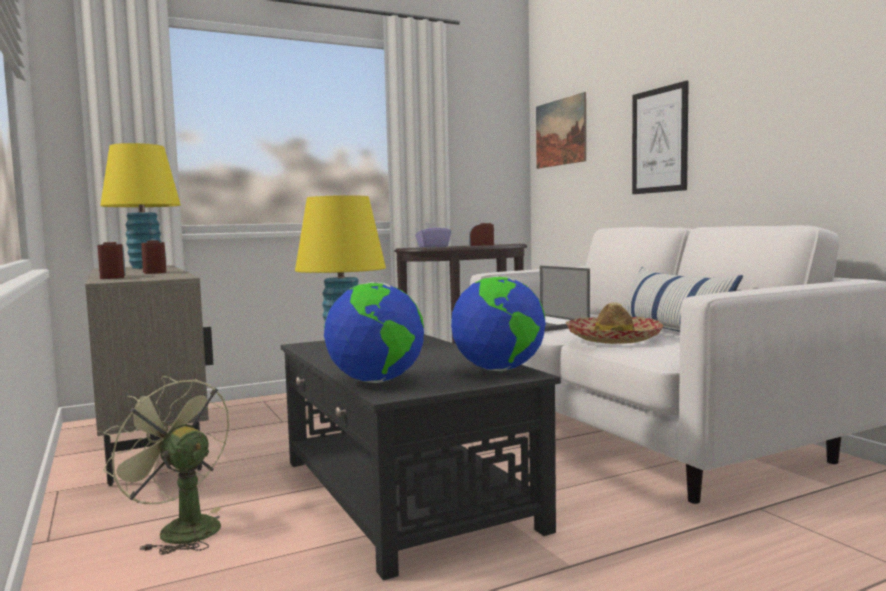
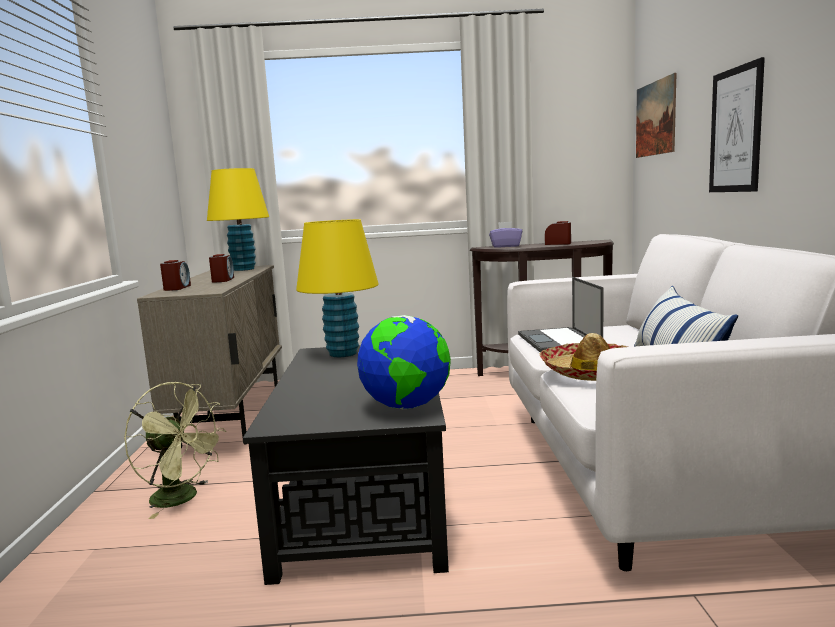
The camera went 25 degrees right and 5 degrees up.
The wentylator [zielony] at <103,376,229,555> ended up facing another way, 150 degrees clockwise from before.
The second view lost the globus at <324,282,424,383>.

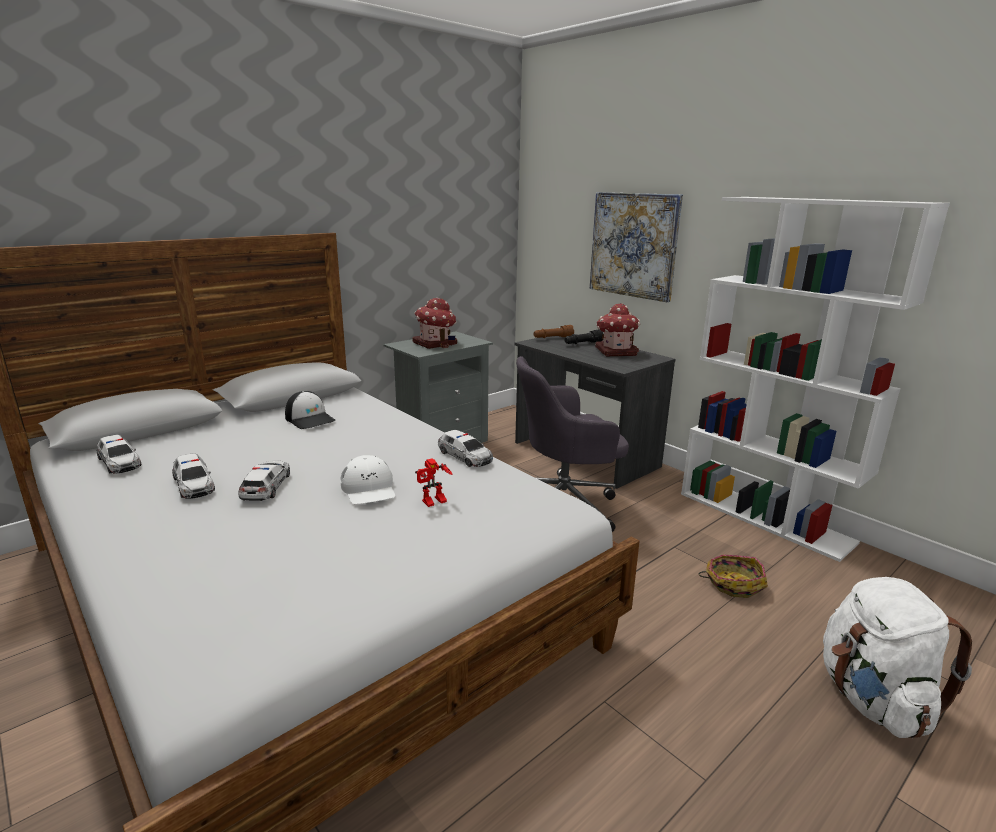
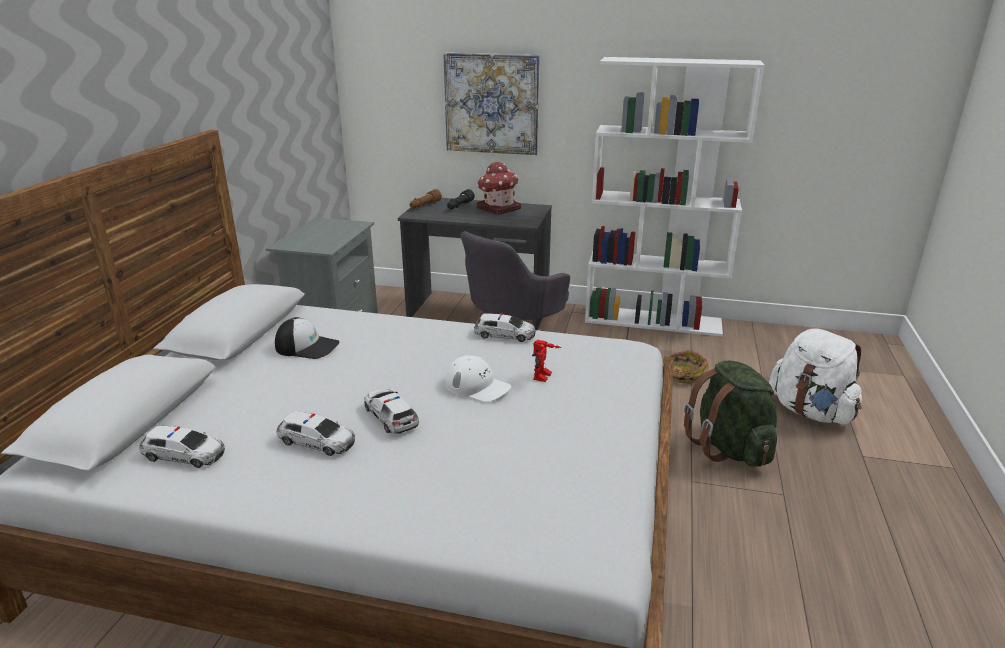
The camera went 35 degrees left and 5 degrees up.
The second view gained the plecak [zielony] at <684,361,777,467>.
The second view lost the domek at <413,298,457,349>.

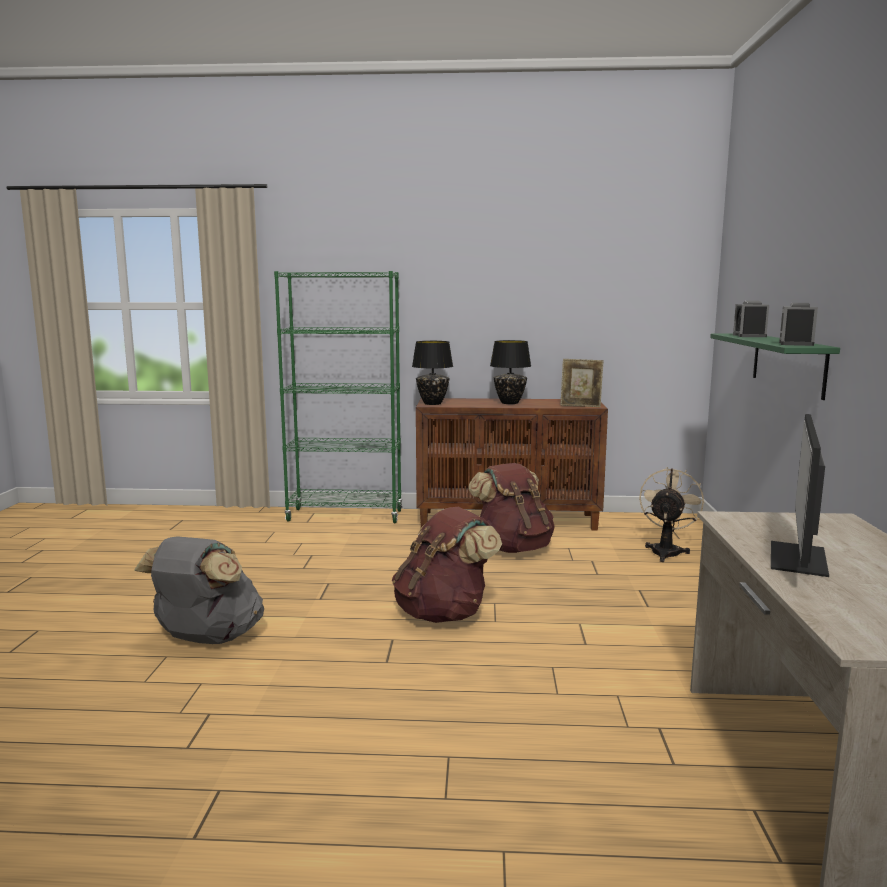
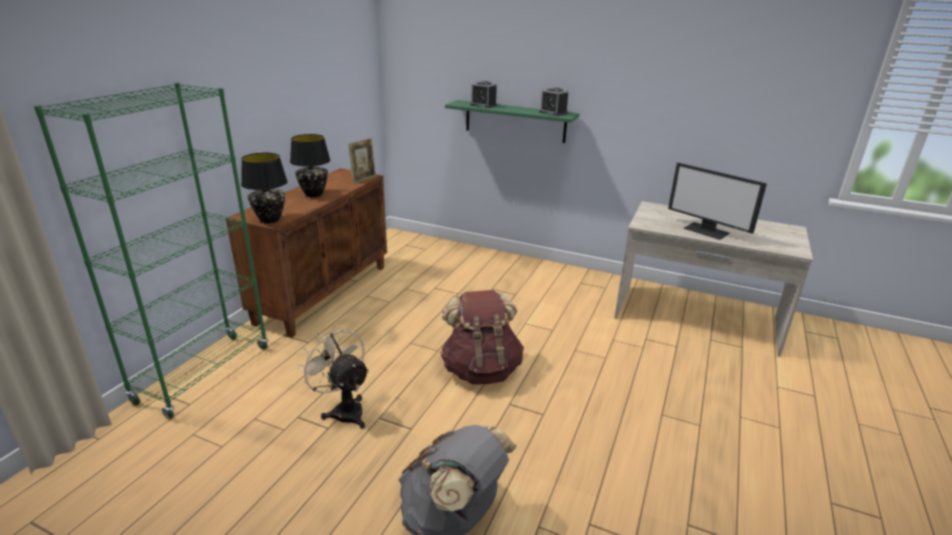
The camera went 70 degrees left and 15 degrees up.
The wentylator [beżowy] ended up elsewhere, having gone from <639,467,705,562> to <297,325,369,429>.
The second view lost the plecak [brązowy] at <468,463,555,553>.

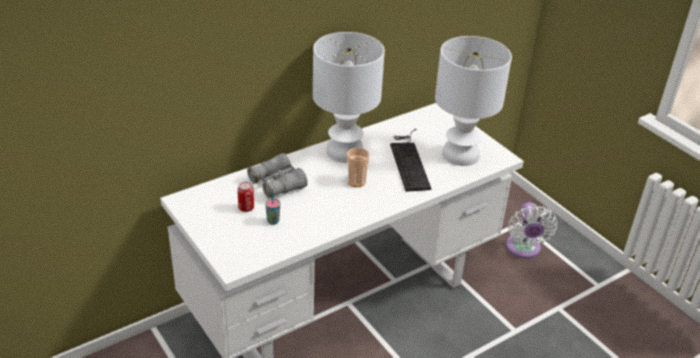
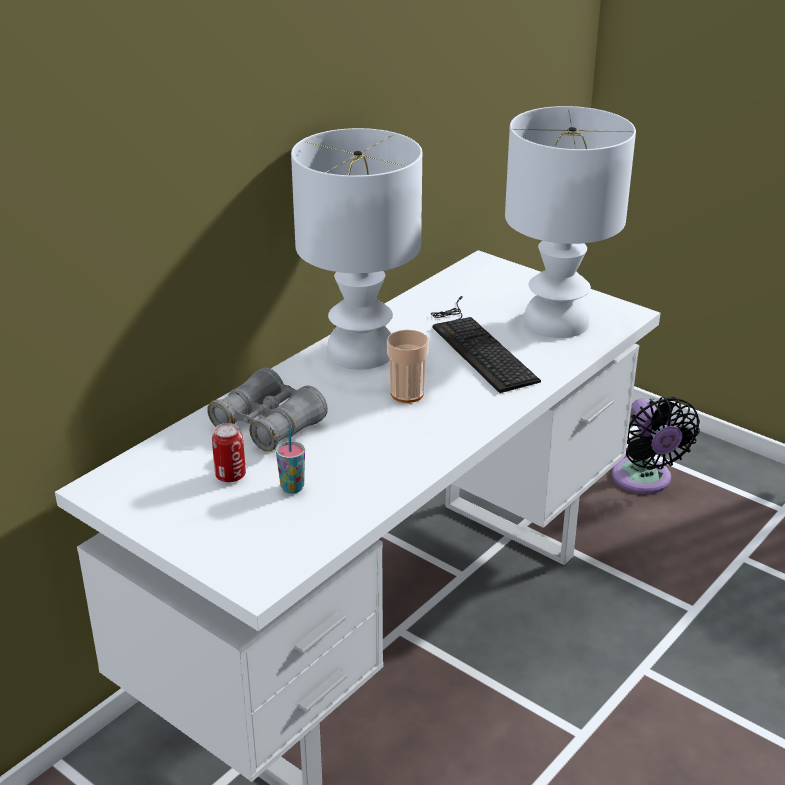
The camera went 15 degrees left and 5 degrees down.
What was the wentylator [biały] at <506,202,558,259> turned into the wentylator [czarny] at <612,397,700,494>.

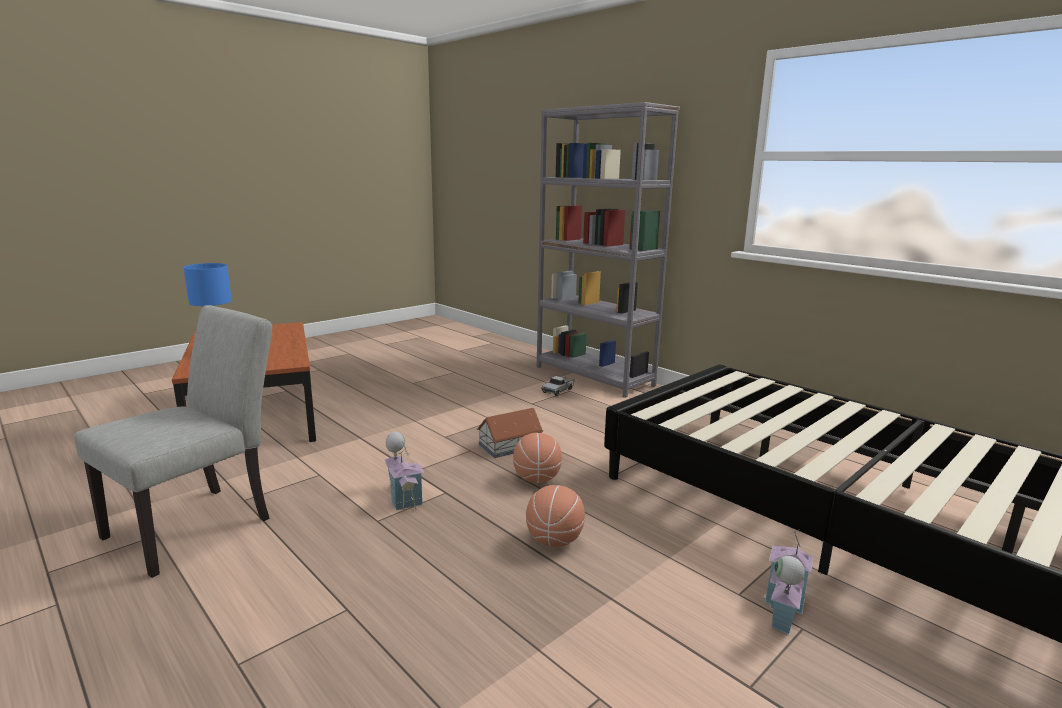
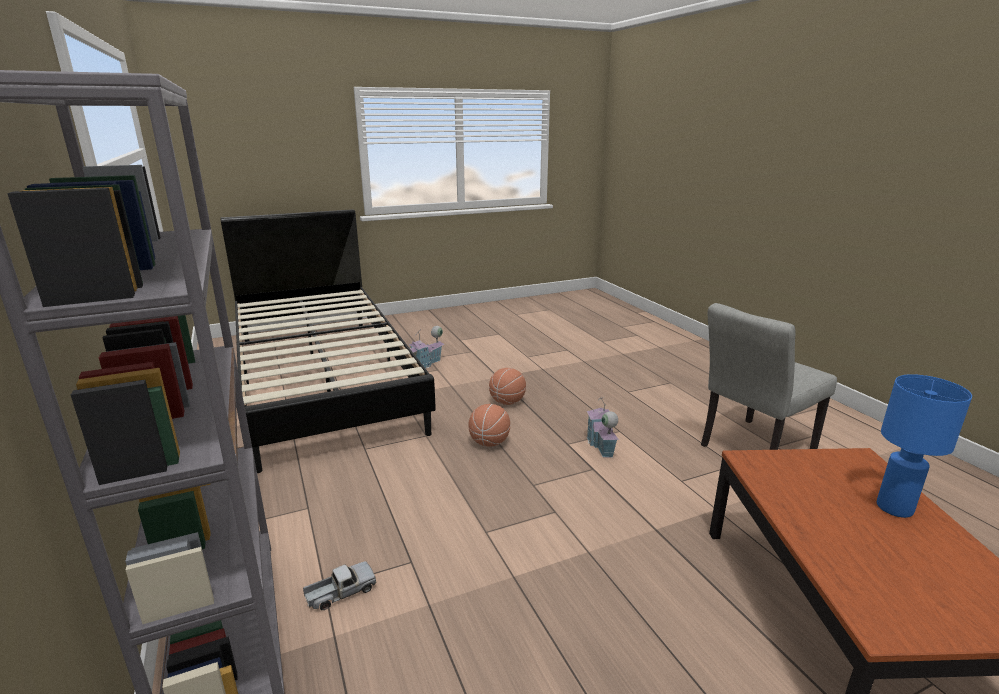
The camera went 160 degrees left and 5 degrees up.
The second view lost the domek at <477,408,543,458>.

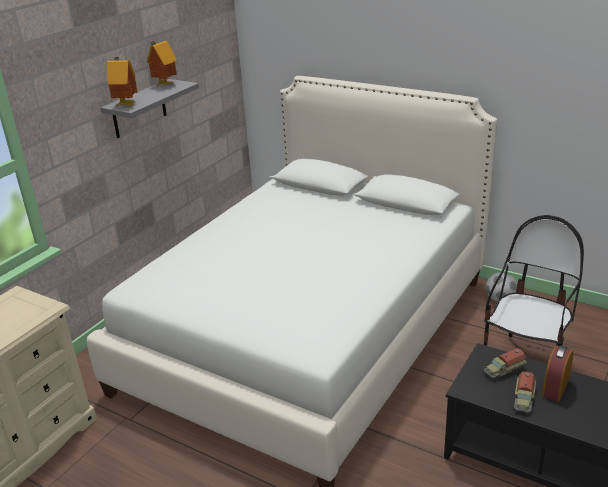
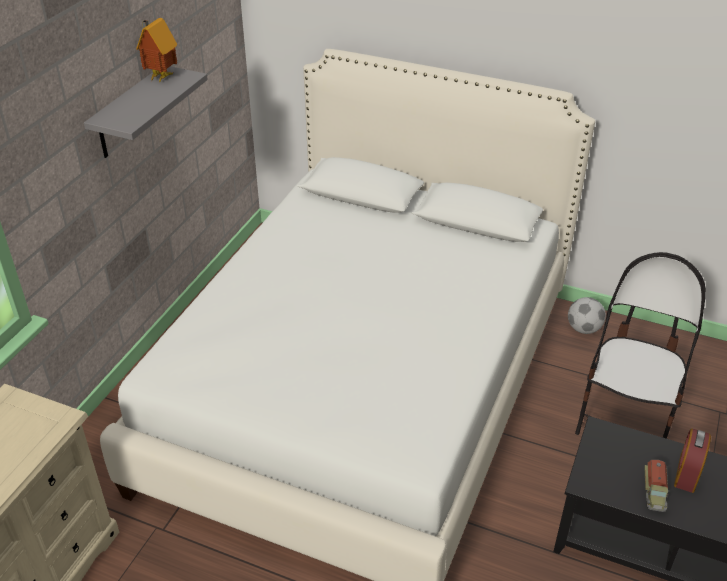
The camera went 10 degrees left and 10 degrees up.
The second view lost the domek at <107,57,138,106>.
The second view lost the ciężarówka zabawkowa at <484,348,527,380>.

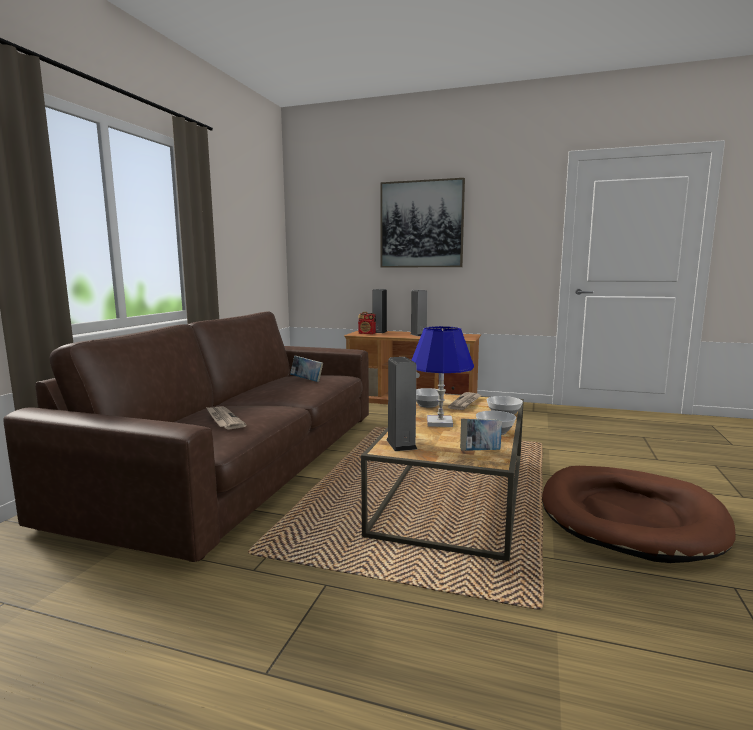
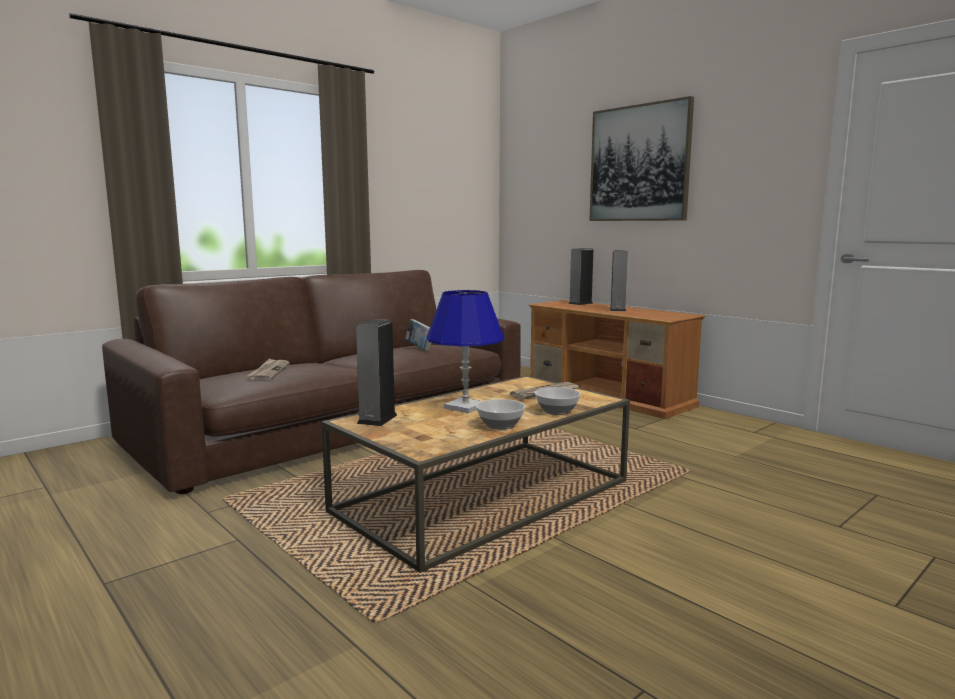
The camera went 30 degrees right and 0 degrees up.
The second view lost the radio at <358,312,376,334>.
The second view lost the miska at <416,388,445,408>.
The second view lost the książka at <460,419,502,451>.
The second view lost the legowisko [brązowy] at <542,466,735,563>.

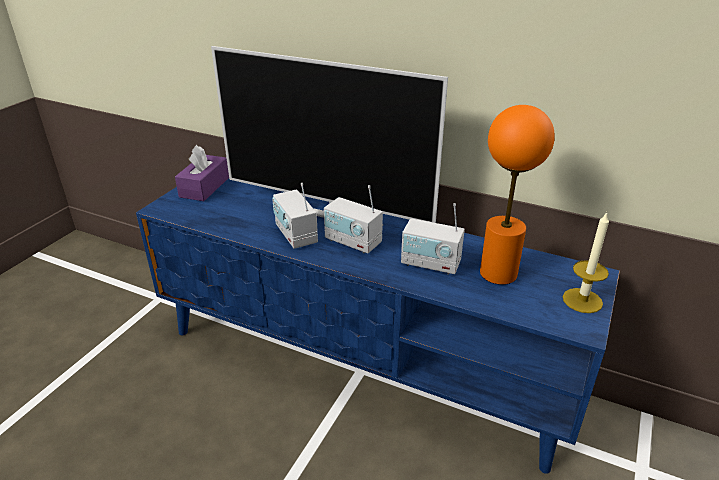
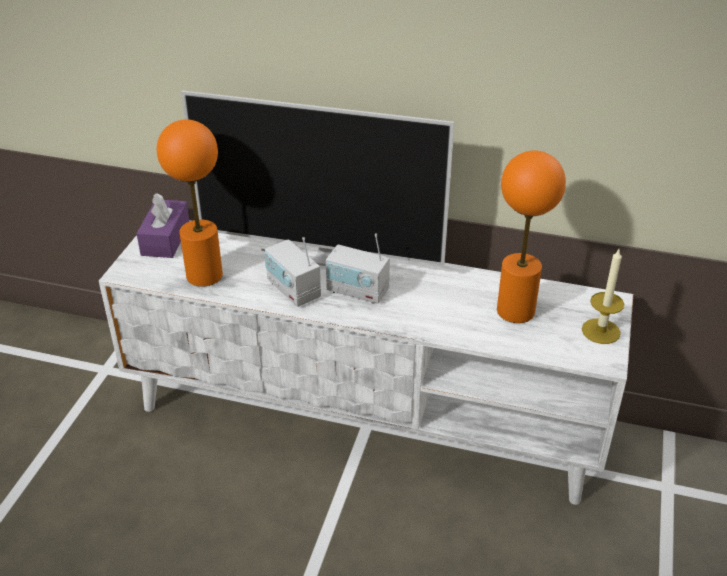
The camera went 10 degrees left and 5 degrees up.
What was the szafka pod telewizor [niebieski] at <136,178,620,474> turned into the szafka pod telewizor [biały] at <99,220,633,505>.
The second view gained the lampa stołowa [pomarańczowy] at <157,119,223,287>.
The second view lost the radio at <401,203,465,275>.

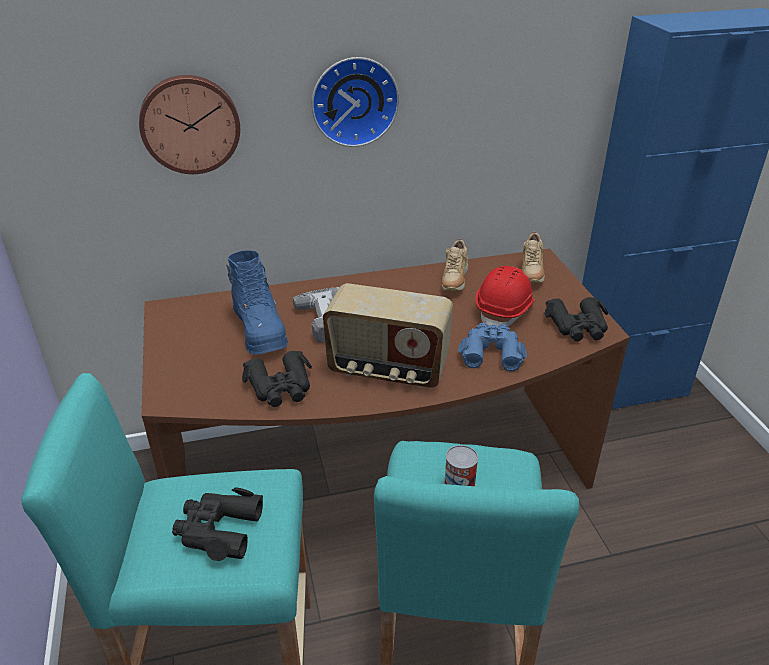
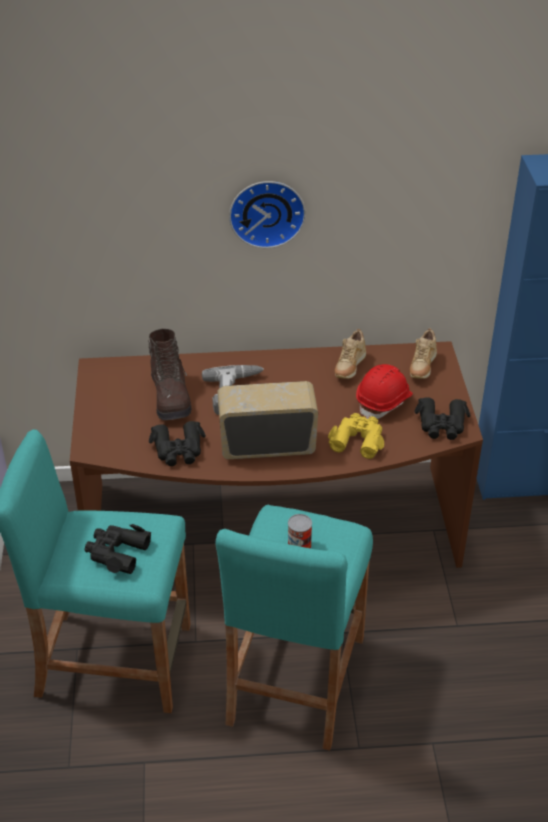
The camera went 10 degrees right and 5 degrees up.
What was the but z cholewką [niebieski] at <226,250,288,355> turned into the but z cholewką [brązowy] at <148,329,192,420>.
The radio at <323,283,453,388> ended up facing another way, 150 degrees clockwise from before.
What was the lornetka [niebieski] at <458,323,527,371> turned into the lornetka [żółty] at <328,413,384,459>.
The second view lost the zegar ścienny at <139,75,240,174>.

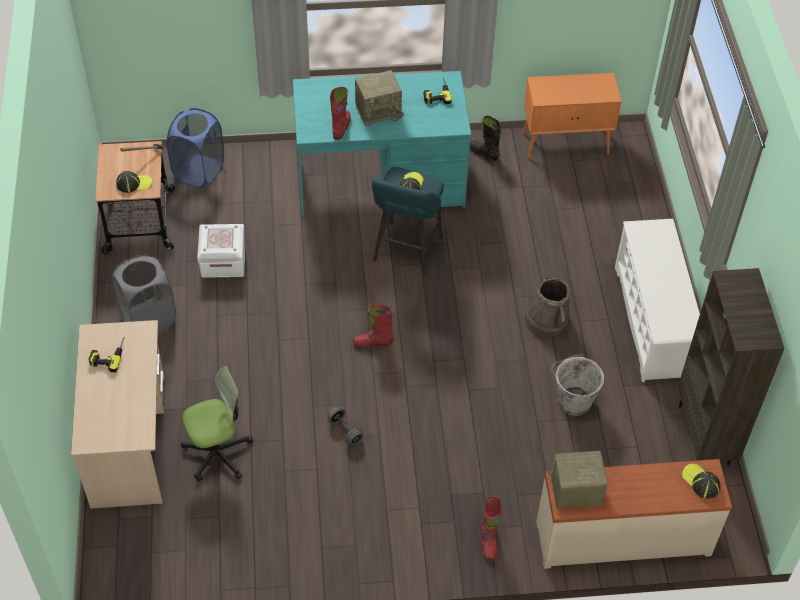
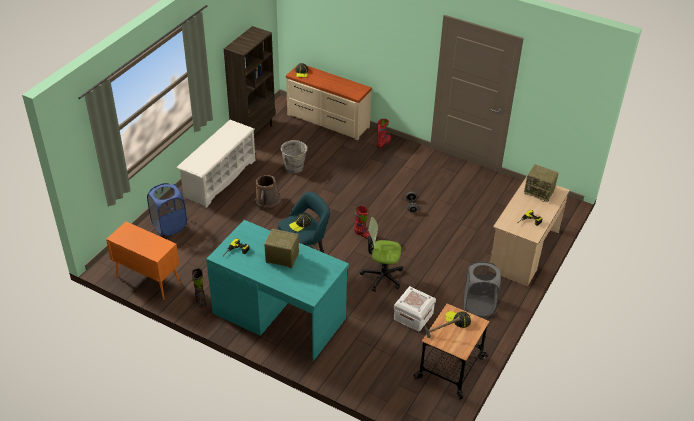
The camera went 145 degrees left and 10 degrees down.
The kosz na pranie [niebieski] ended up elsewhere, having gone from <167,108,224,188> to <147,183,187,236>.
The krzesło biurowe ended up elsewhere, having gone from <181,366,253,481> to <360,217,403,292>.
The radio ended up elsewhere, having gone from <548,451,608,509> to <524,164,559,202>.
The second view lost the but z cholewką [czerwony] at <330,87,351,140>.

